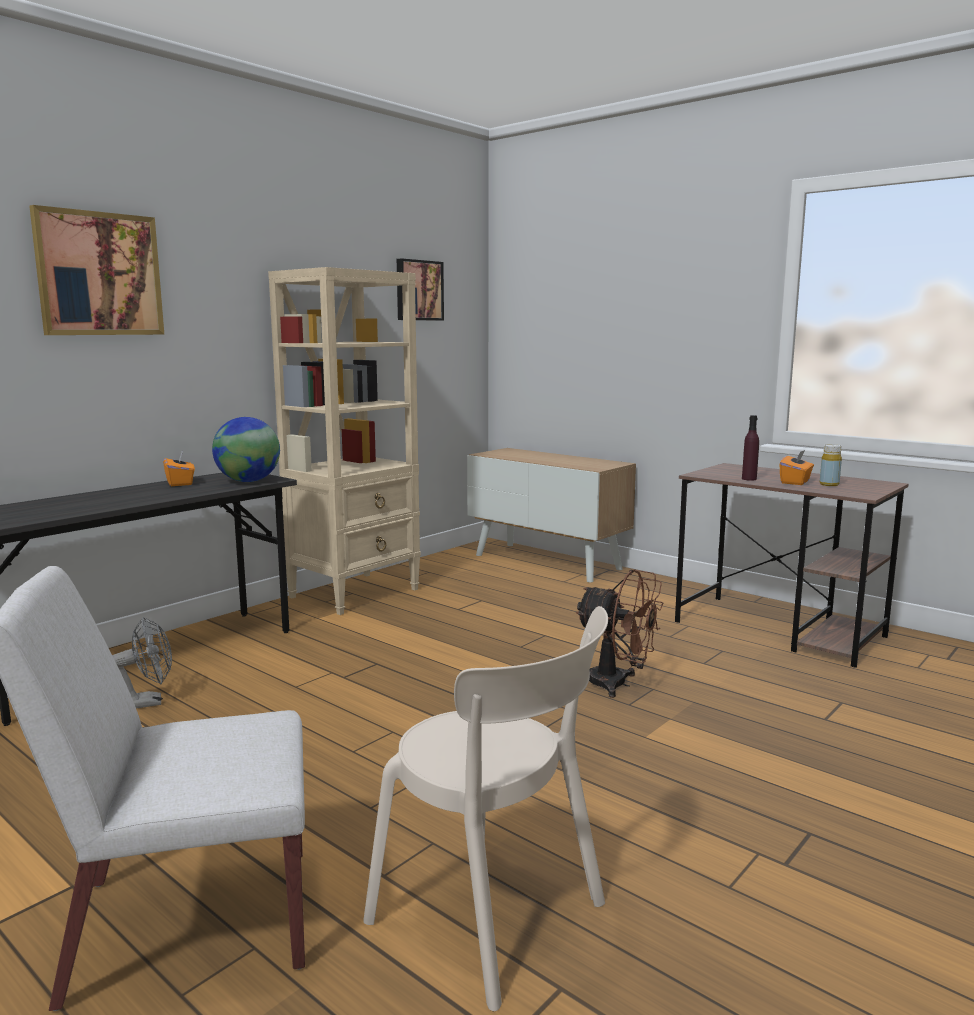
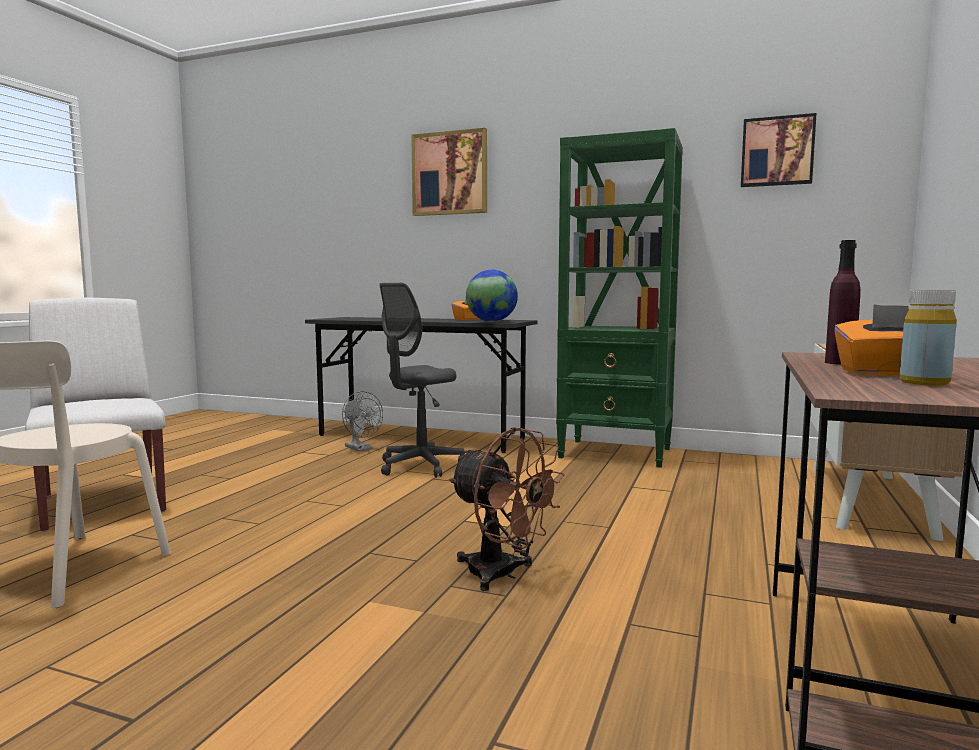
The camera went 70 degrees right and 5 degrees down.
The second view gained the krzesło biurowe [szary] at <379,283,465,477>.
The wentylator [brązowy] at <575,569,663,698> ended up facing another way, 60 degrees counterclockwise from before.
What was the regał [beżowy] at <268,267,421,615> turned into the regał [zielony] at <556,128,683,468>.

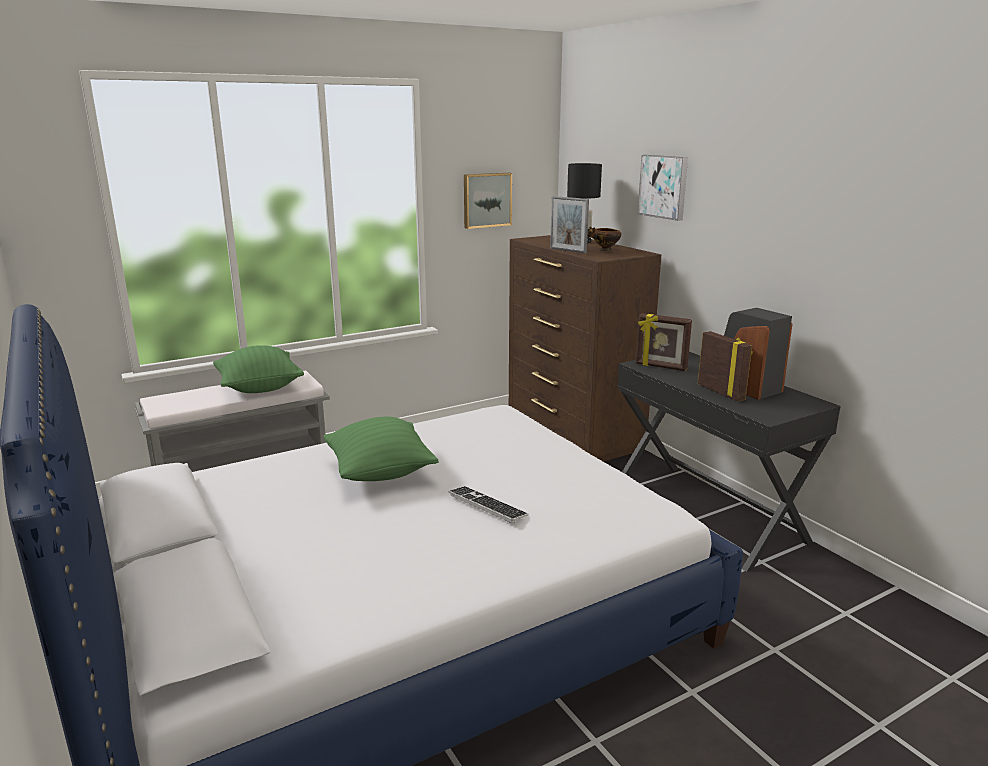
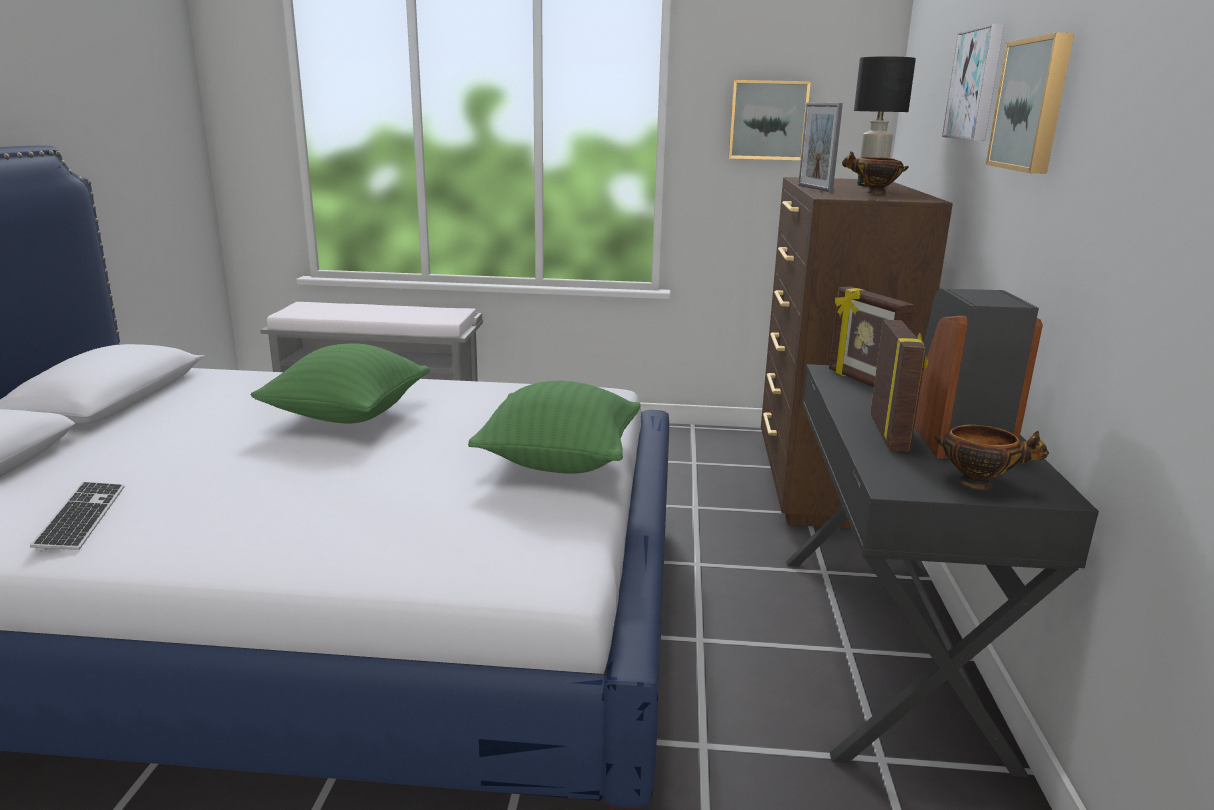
The camera went 35 degrees right and 0 degrees up.
The klawiatura ended up elsewhere, having gone from <448,486,529,523> to <30,482,125,551>.
The poduszka [zielony] ended up elsewhere, having gone from <213,345,304,393> to <468,381,641,474>.
The second view gained the miska at <935,425,1049,490>.
The second view gained the obraz at <986,32,1074,174>.

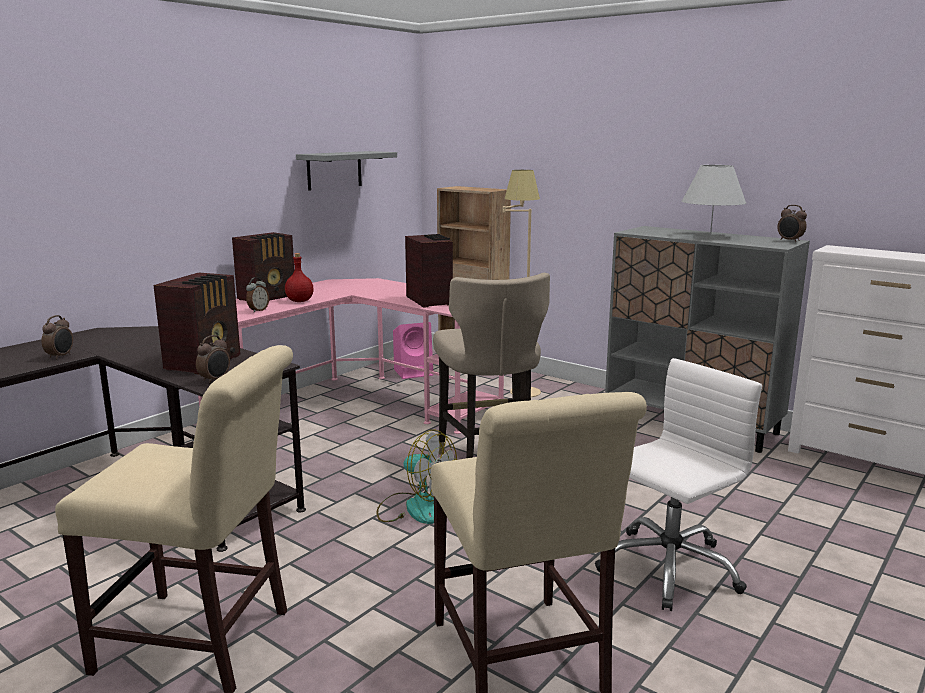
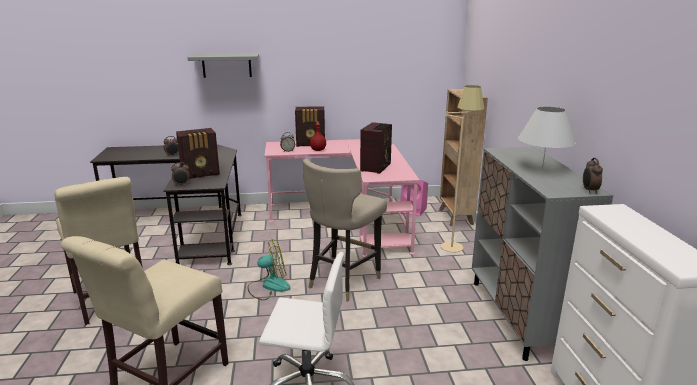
The camera went 45 degrees right and 5 degrees up.
The półka [szary] ended up elsewhere, having gone from <296,151,397,191> to <187,53,259,78>.
The wentylator at <377,430,457,524> ended up facing another way, 90 degrees counterclockwise from before.

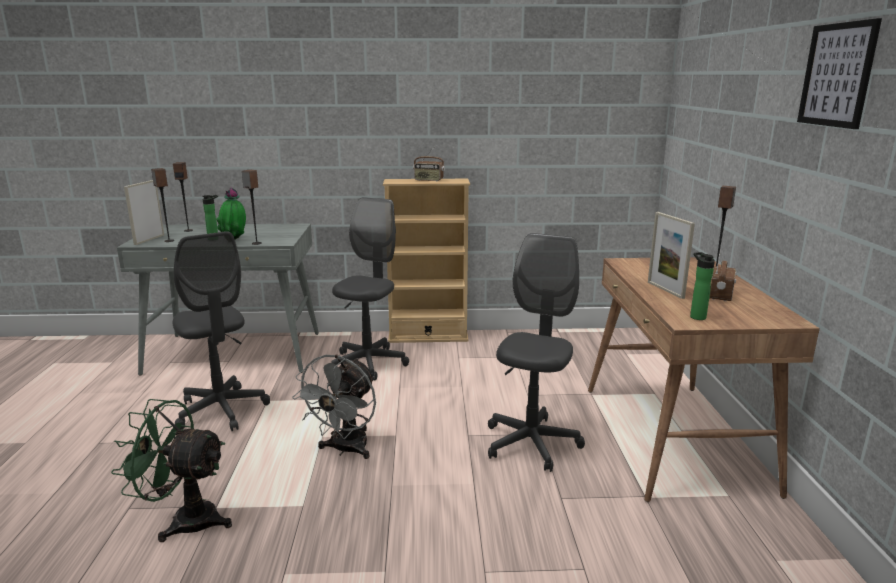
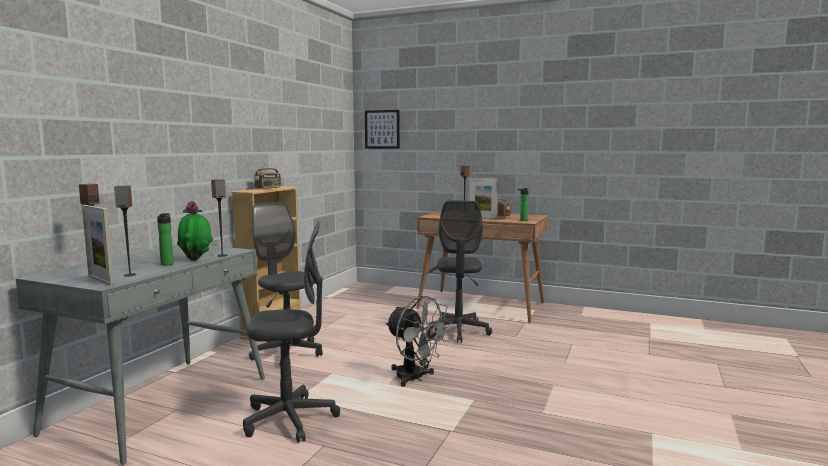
The camera went 65 degrees left and 10 degrees down.
The obraz ended up elsewhere, having gone from <797,18,882,129> to <365,110,400,149>.
The krzesło biurowe [szary] at <488,233,585,472> ended up facing another way, 135 degrees counterclockwise from before.
The second view lost the wentylator [zielony] at <111,399,232,542>.

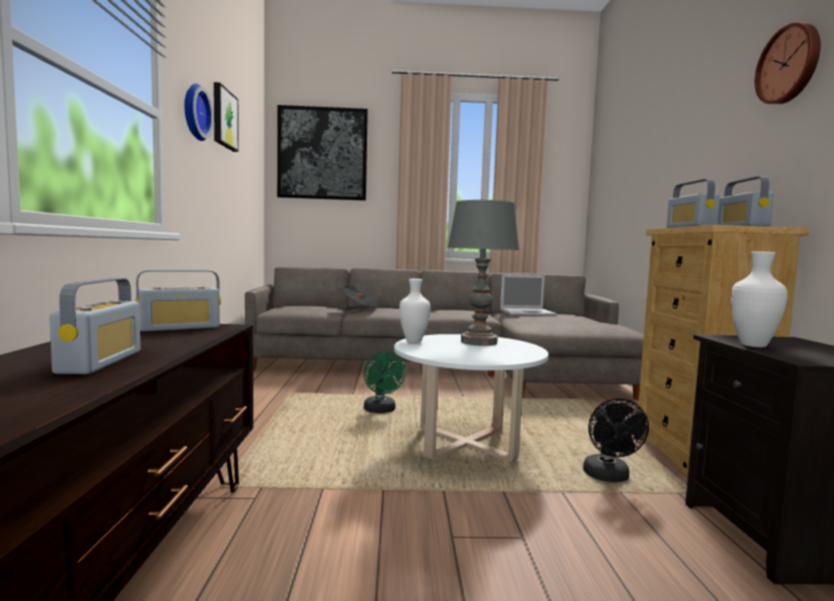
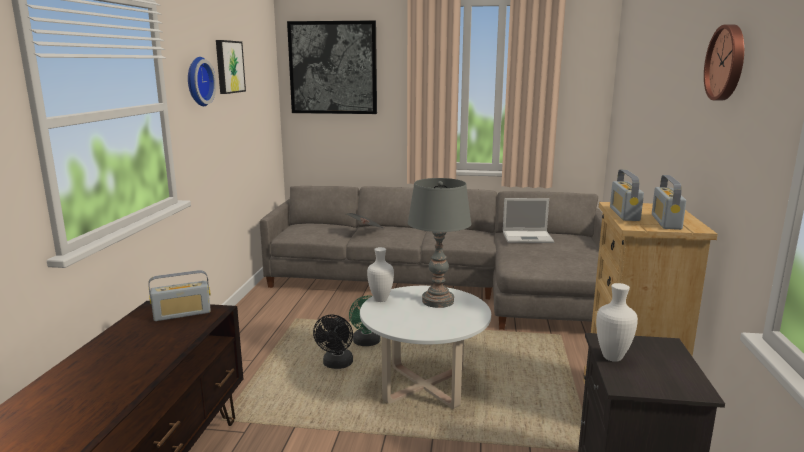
The camera went 10 degrees right and 10 degrees up.
The wentylator [czarny] ended up elsewhere, having gone from <583,398,649,482> to <313,315,353,369>.
The second view lost the radio at <50,278,140,374>.

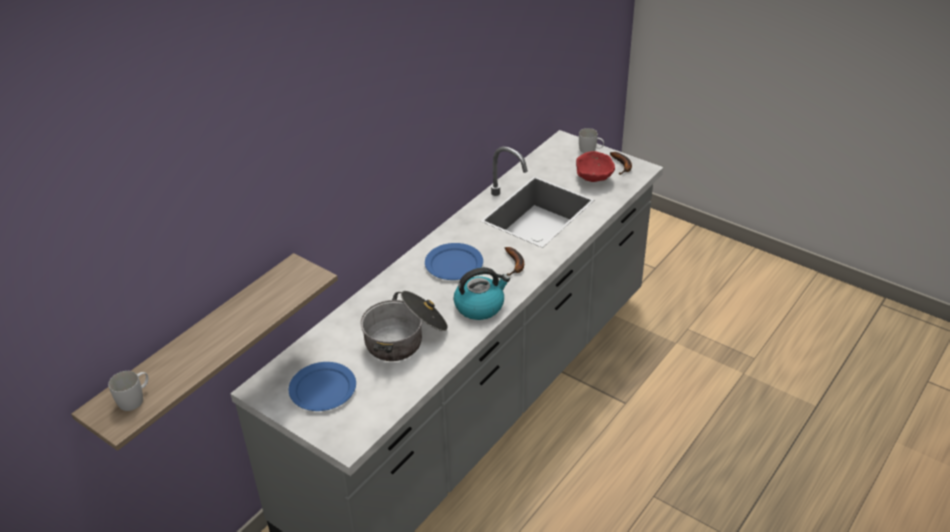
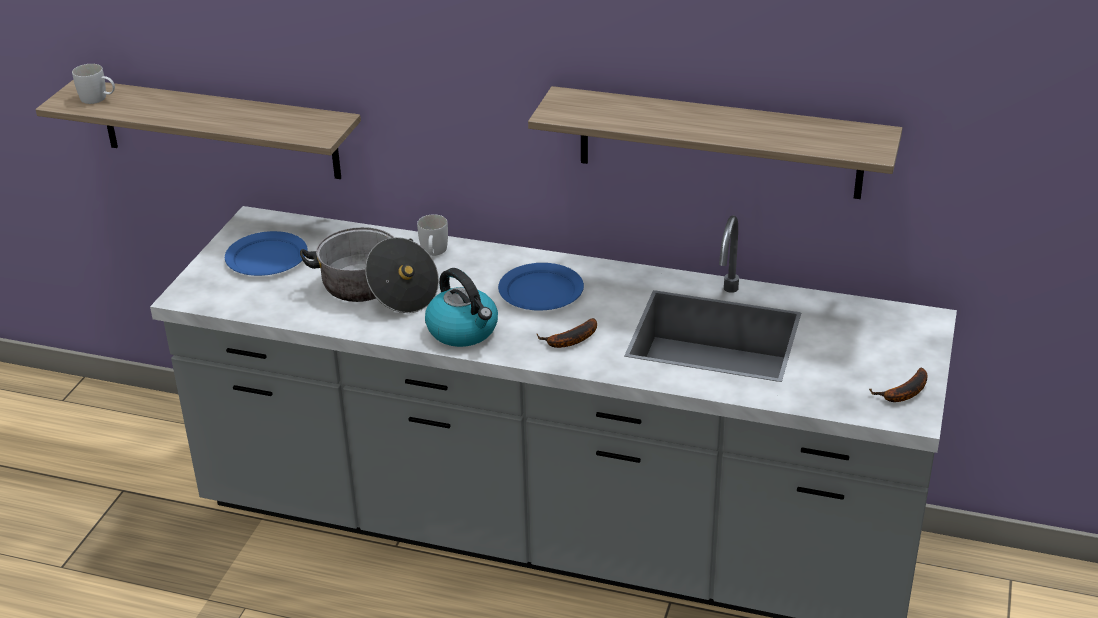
The camera went 70 degrees right and 5 degrees down.
The kubek [biały] ended up elsewhere, having gone from <579,128,604,153> to <417,214,448,256>.
The second view gained the półka at <528,86,902,199>.
The second view lost the miska [czerwony] at <576,151,615,182>.

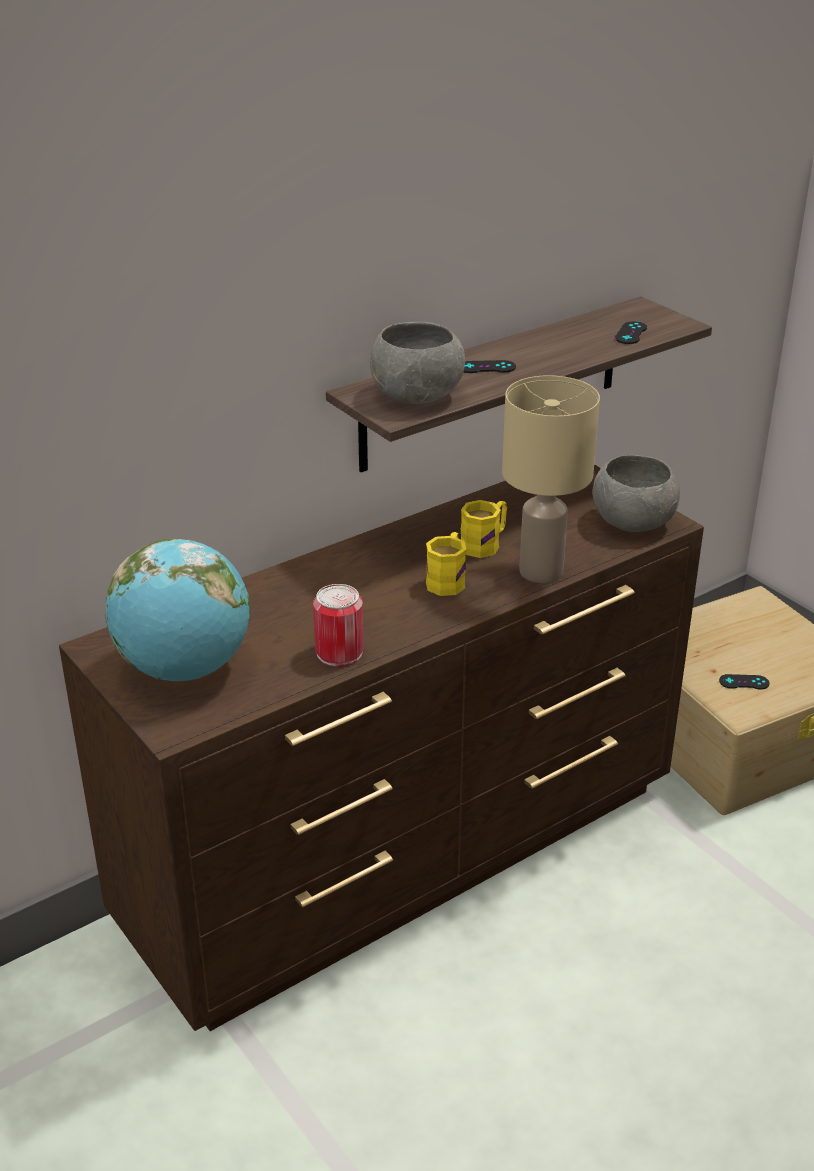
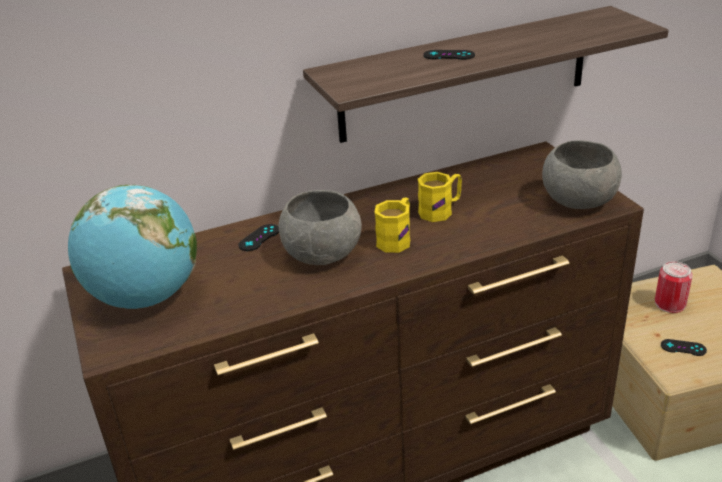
The camera went 15 degrees right and 0 degrees up.
The pad do gier [czarny] ended up elsewhere, having gone from <615,321,647,344> to <238,224,279,251>.
The miska [szary] ended up elsewhere, having gone from <370,322,465,404> to <278,190,362,265>.
The puszka ended up elsewhere, having gone from <313,584,364,666> to <655,261,693,313>.
The second view lost the lampa stołowa [beżowy] at <502,375,600,583>.

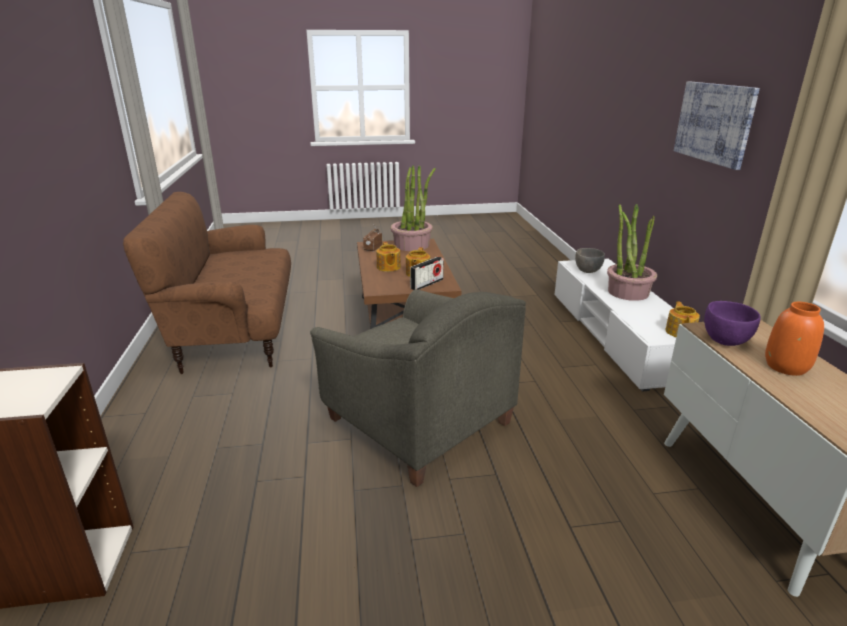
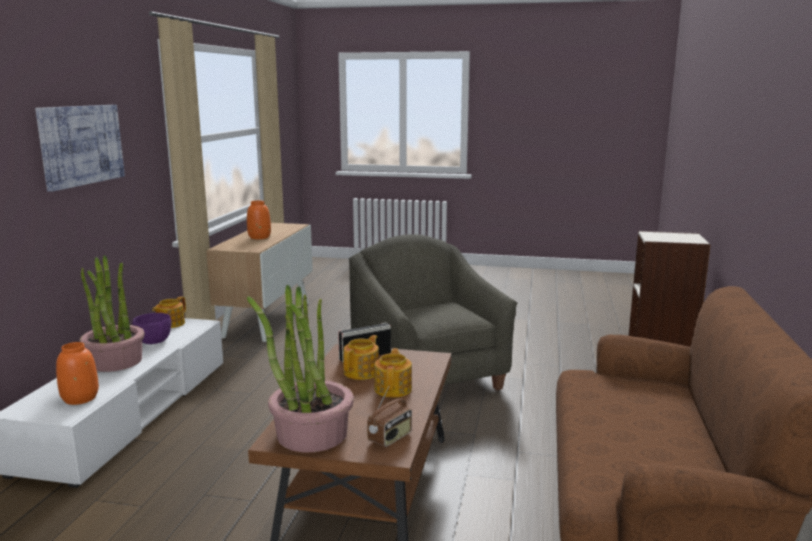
The camera went 160 degrees left and 10 degrees down.
Where the miska [szary] stood at <575,248,605,273>, the wazon [pomarańczowy] came to stand at <56,342,99,405>.
The miska [fioletowy] ended up elsewhere, having gone from <704,301,760,346> to <132,313,171,344>.

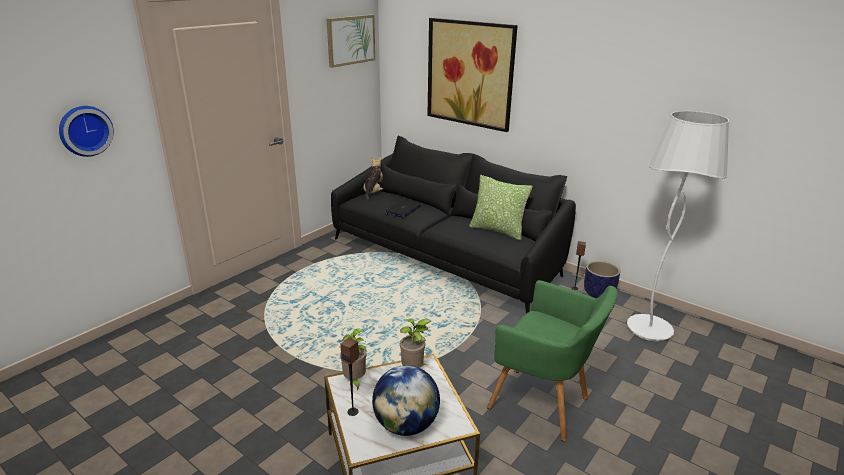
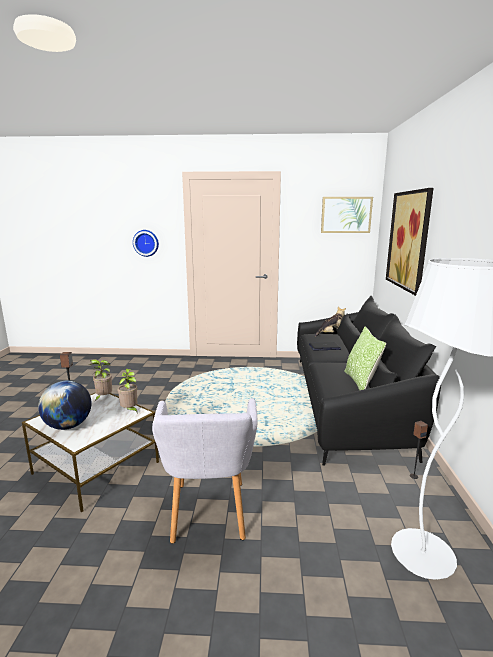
The camera went 55 degrees right and 10 degrees down.
What was the fotel [zielony] at <487,280,618,442> turned into the fotel [szary] at <152,398,257,544>.
The second view lost the donica at <584,261,620,298>.

